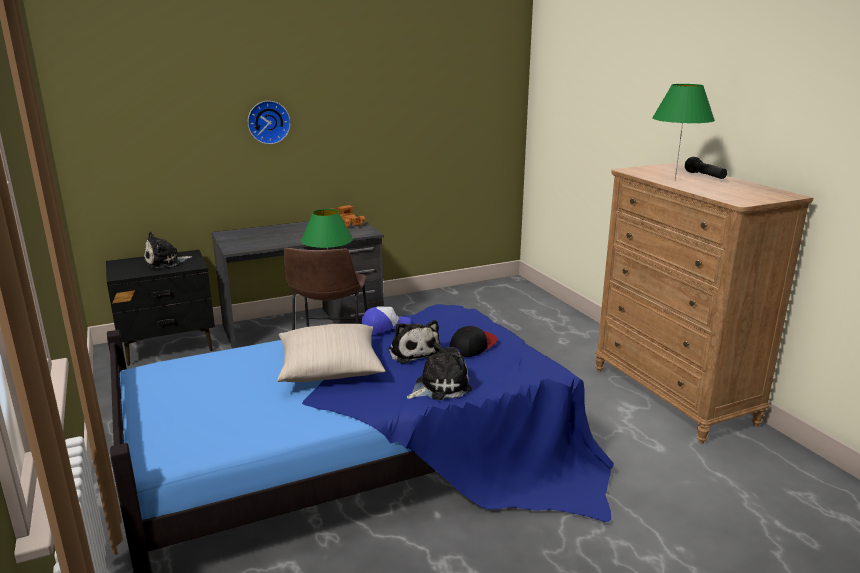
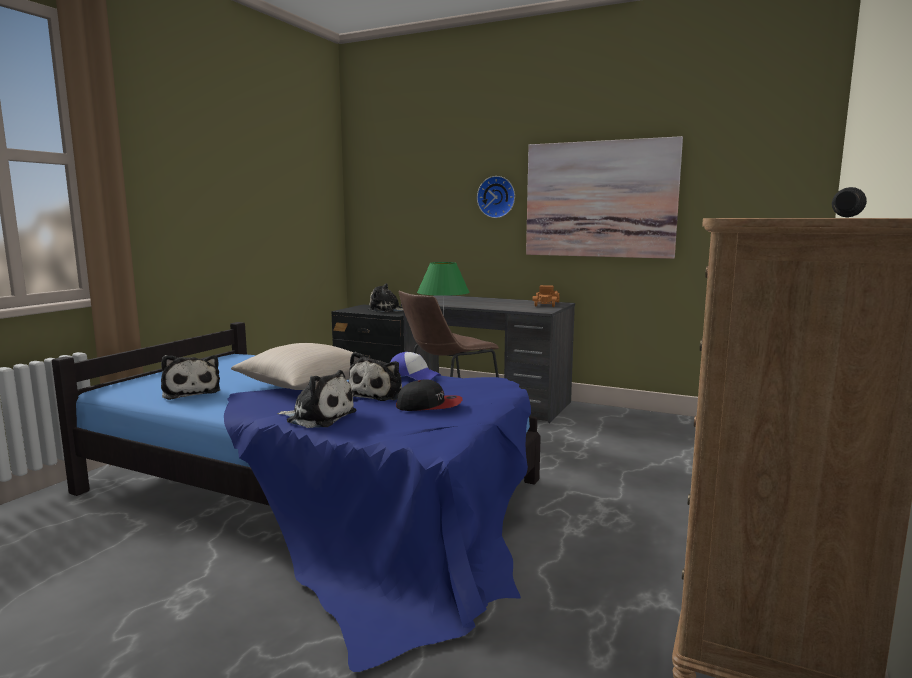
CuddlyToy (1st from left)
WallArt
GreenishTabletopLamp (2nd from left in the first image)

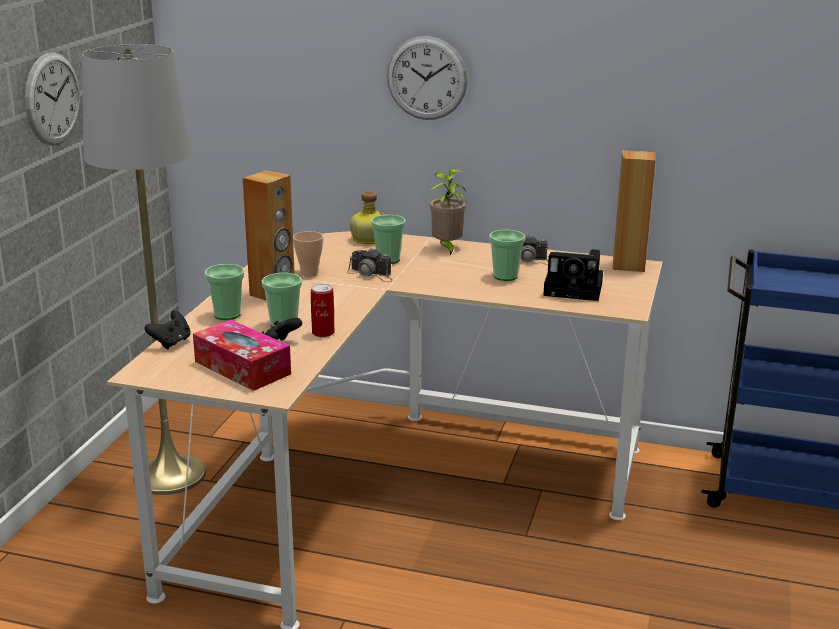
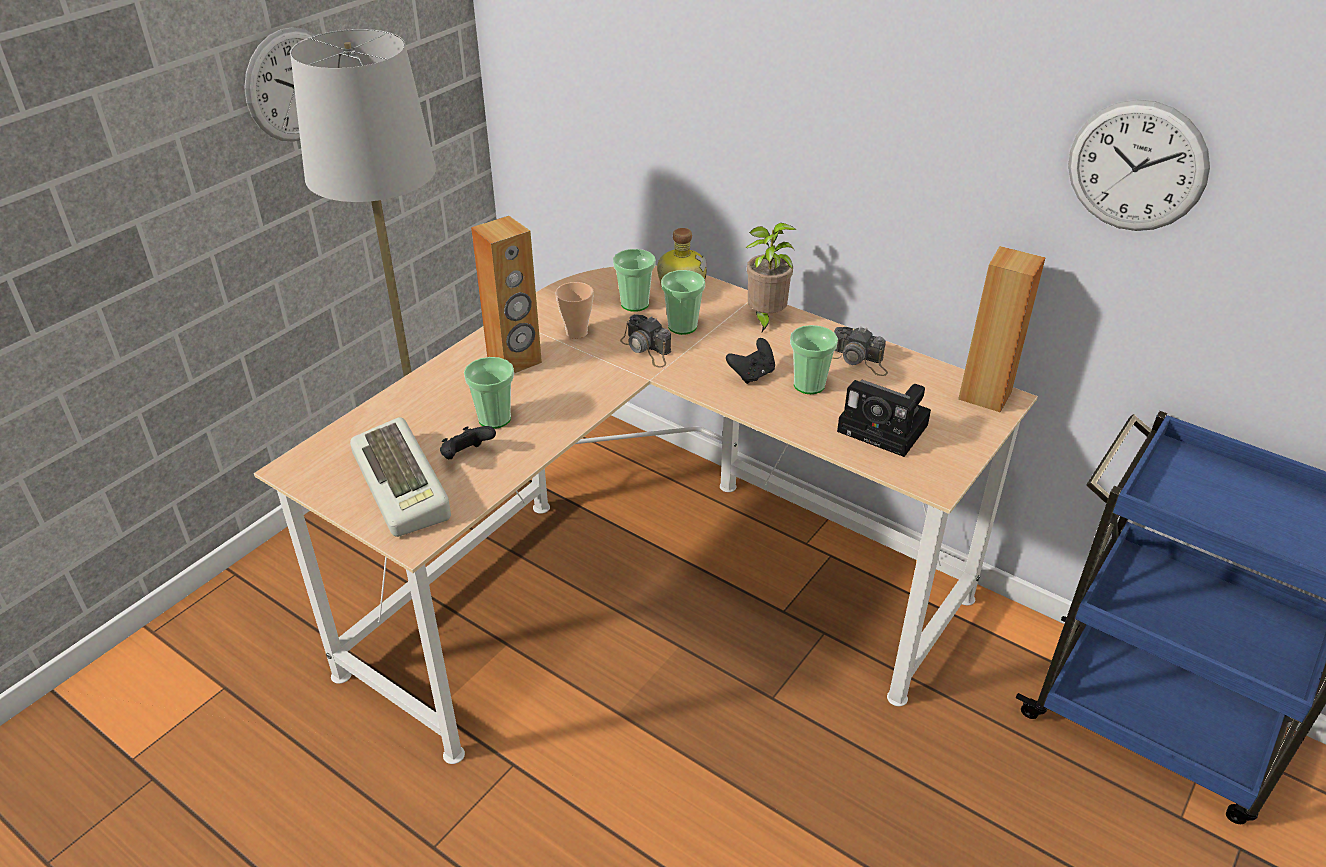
PcKeyboard
SmallCup (3rd from left)
BlackColouredJoypad (2nd from left)
ClockOnTheWall (2nd from left)
SealedCan

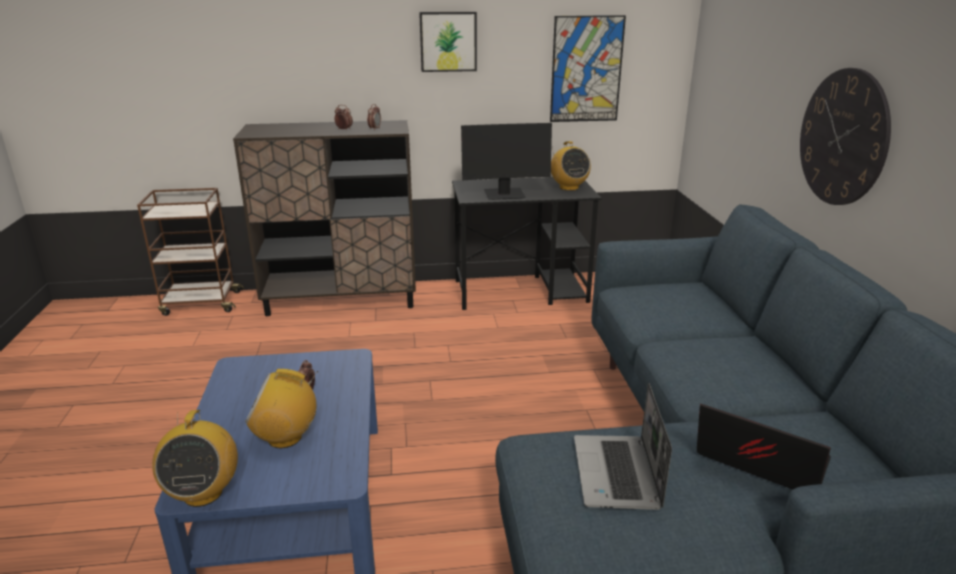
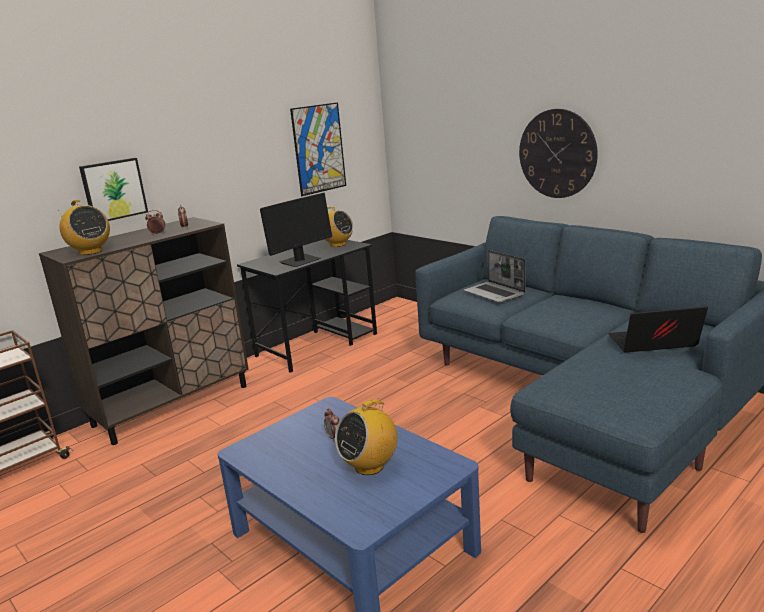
RadioSet (1st from left)
WallArt (1st from left)
NotebookComputer (1st from left)

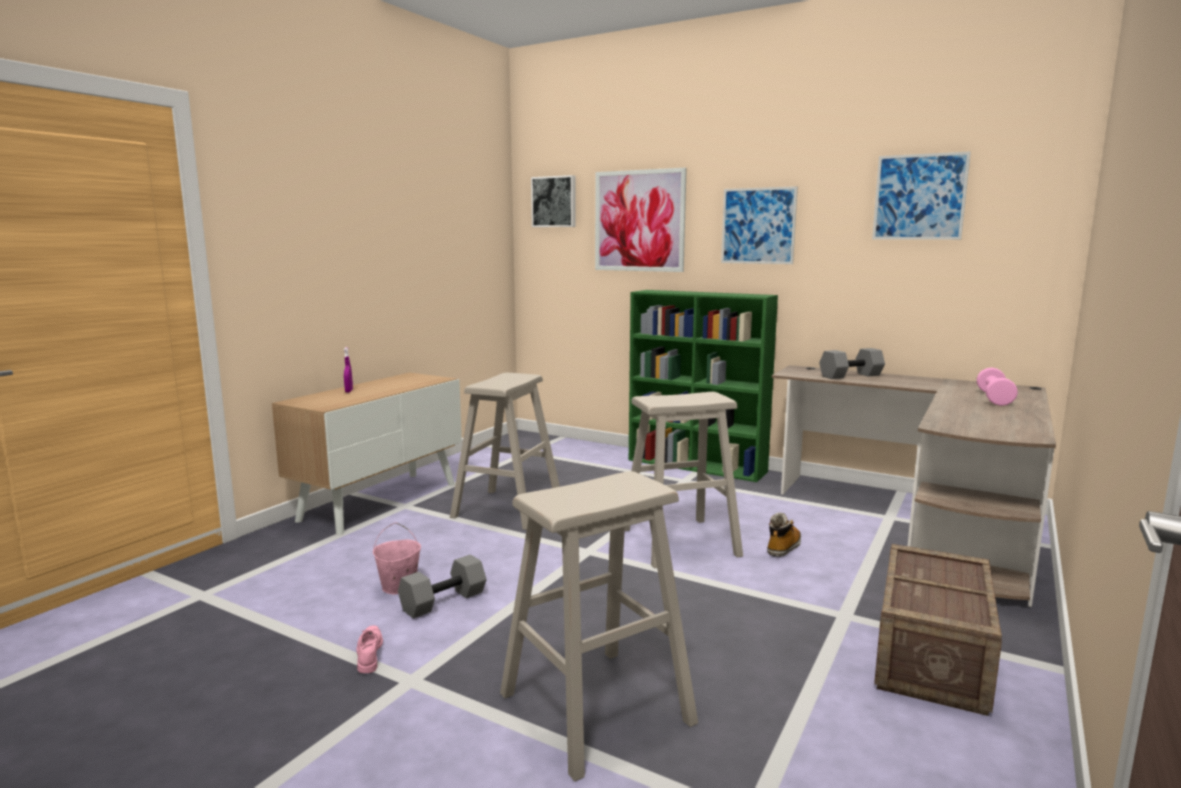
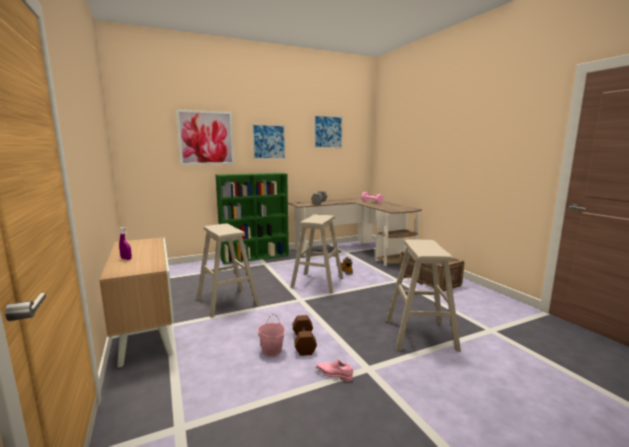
BrownishFreeWeight
WallArt (1st from left in the first image)

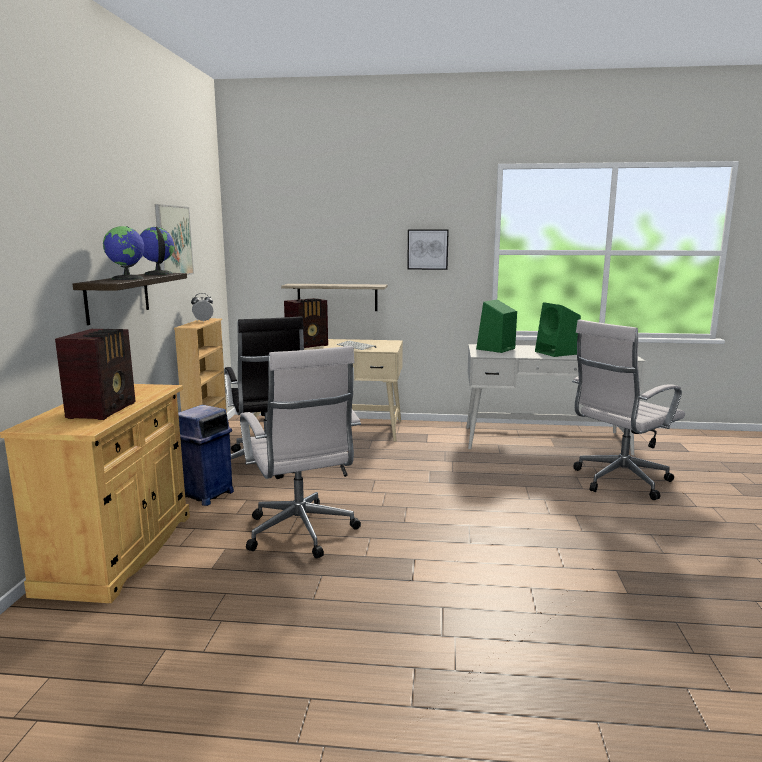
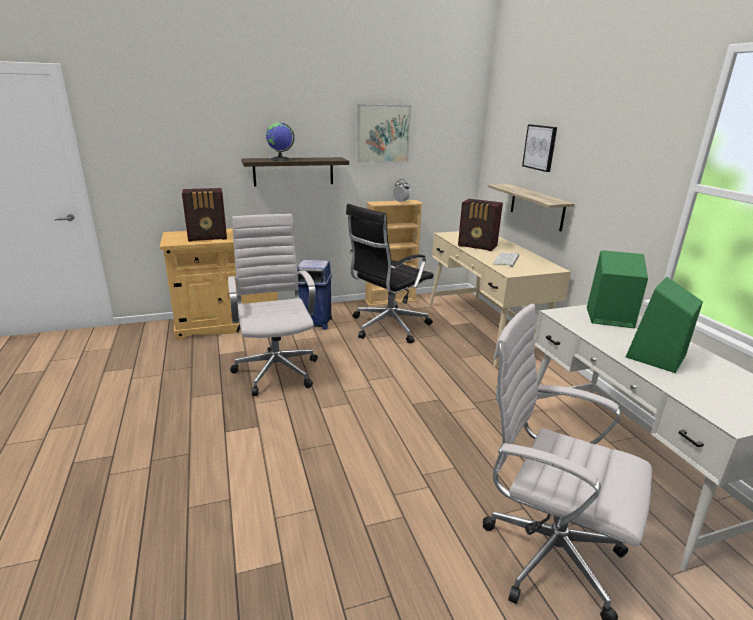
WhitishOfficeChair (1st from left)
WallArt (2nd from left)
DeskGlobe (2nd from left in the first image)

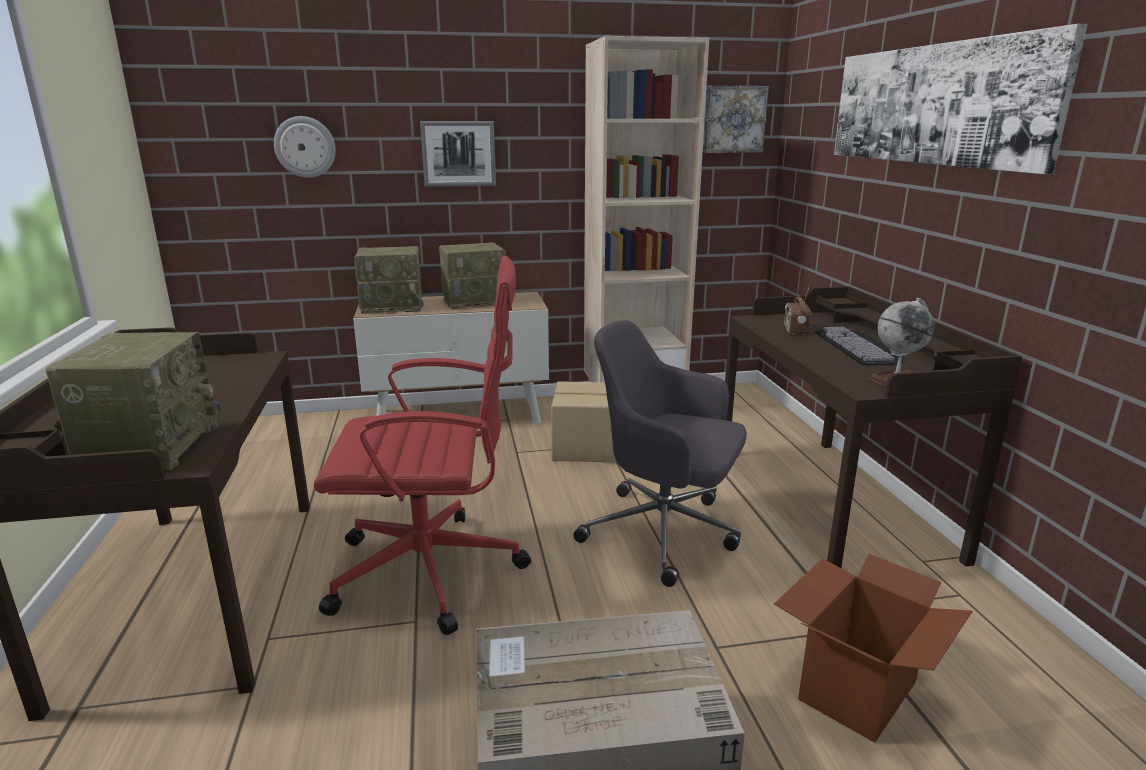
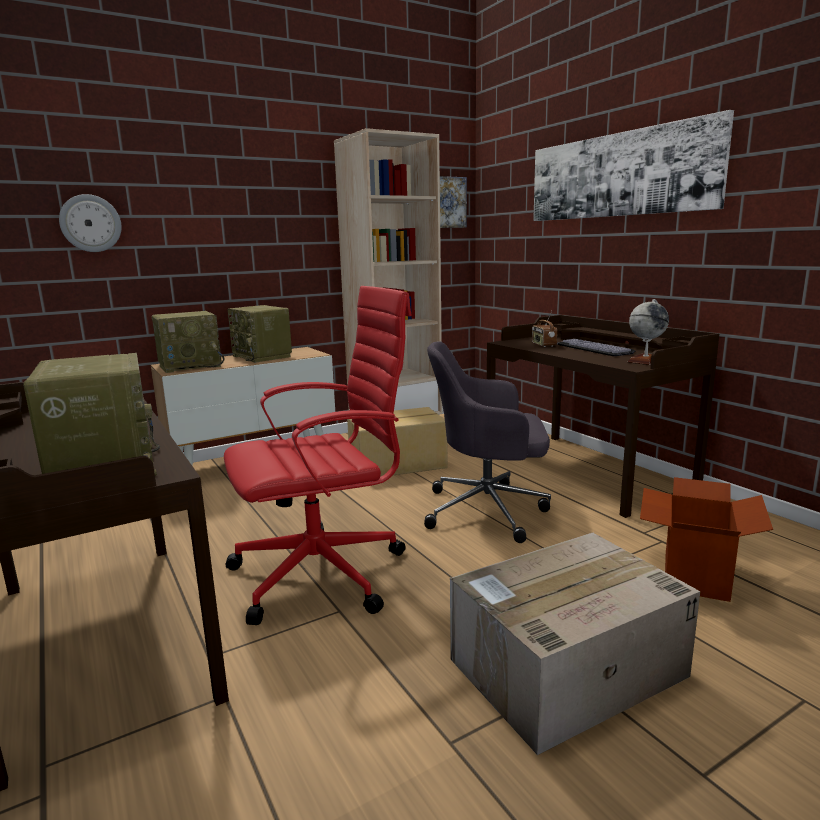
RadioSet (3rd from left)
WallArt (1st from left in the first image)

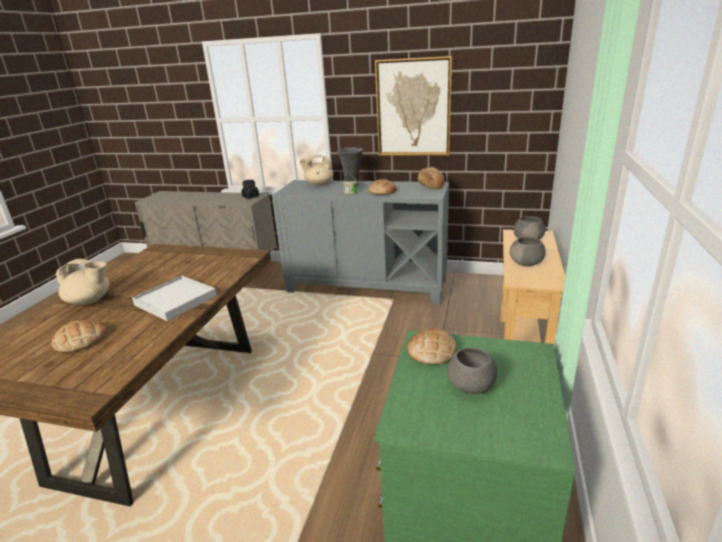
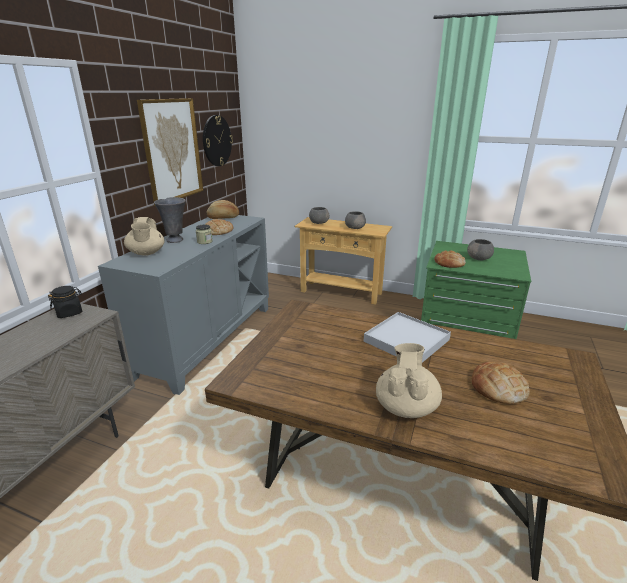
ClockOnTheWall

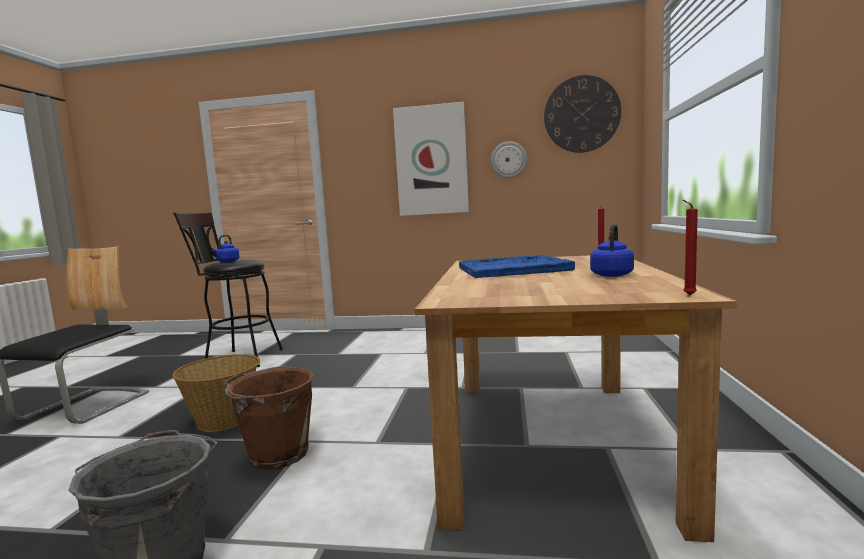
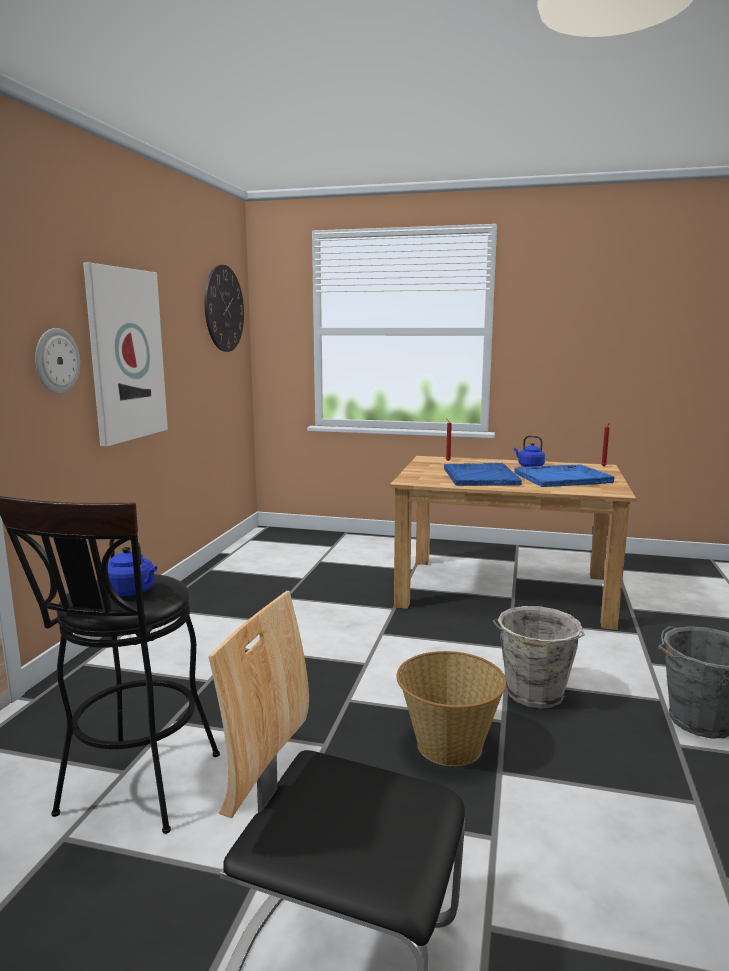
ClockOnTheWall (1st from left)
GrayWaterBucket (1st from left)
BlueTray (2nd from left)

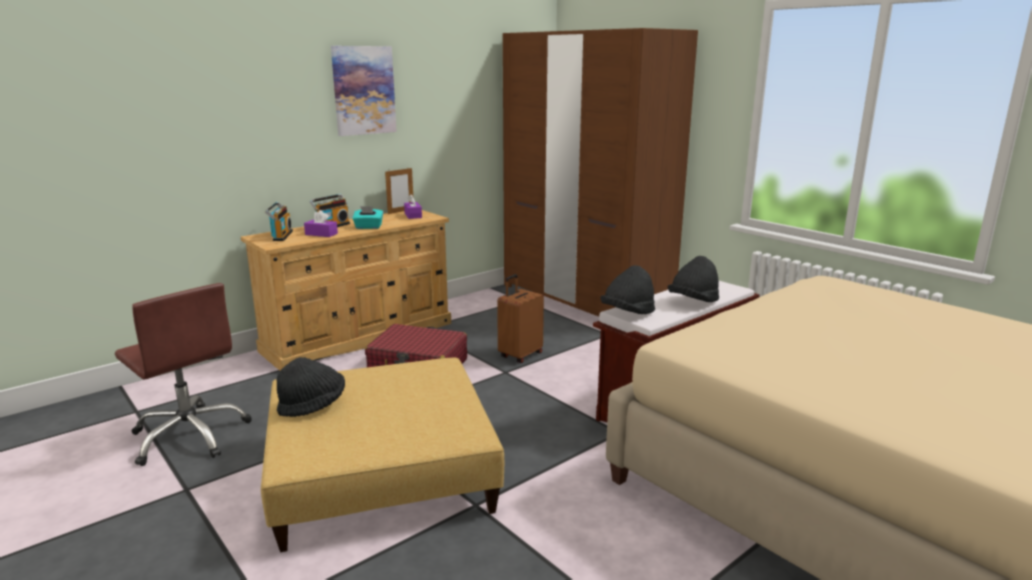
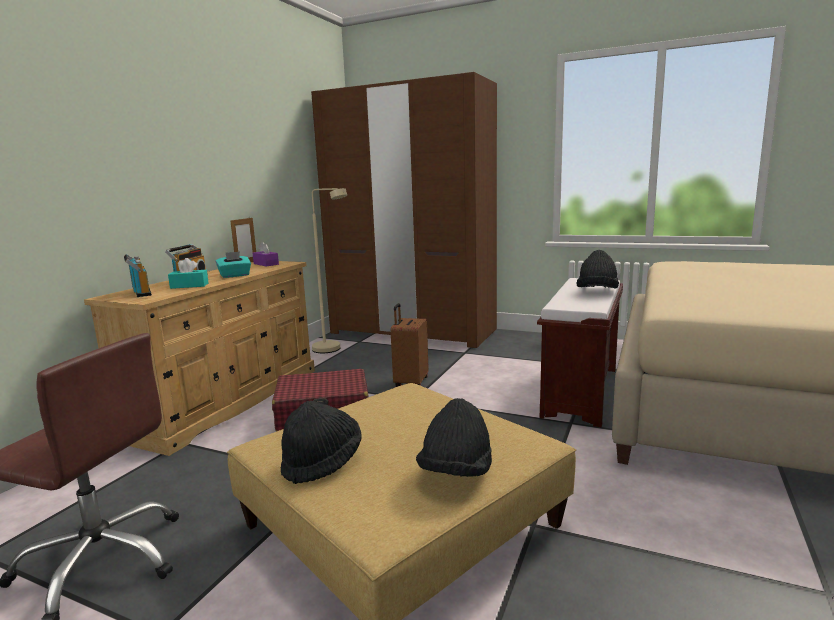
TurquoiseColouredTissueBox (1st from left)
BeigeColouredStandardLamp
BlackColouredHat (2nd from left)
WallArt

